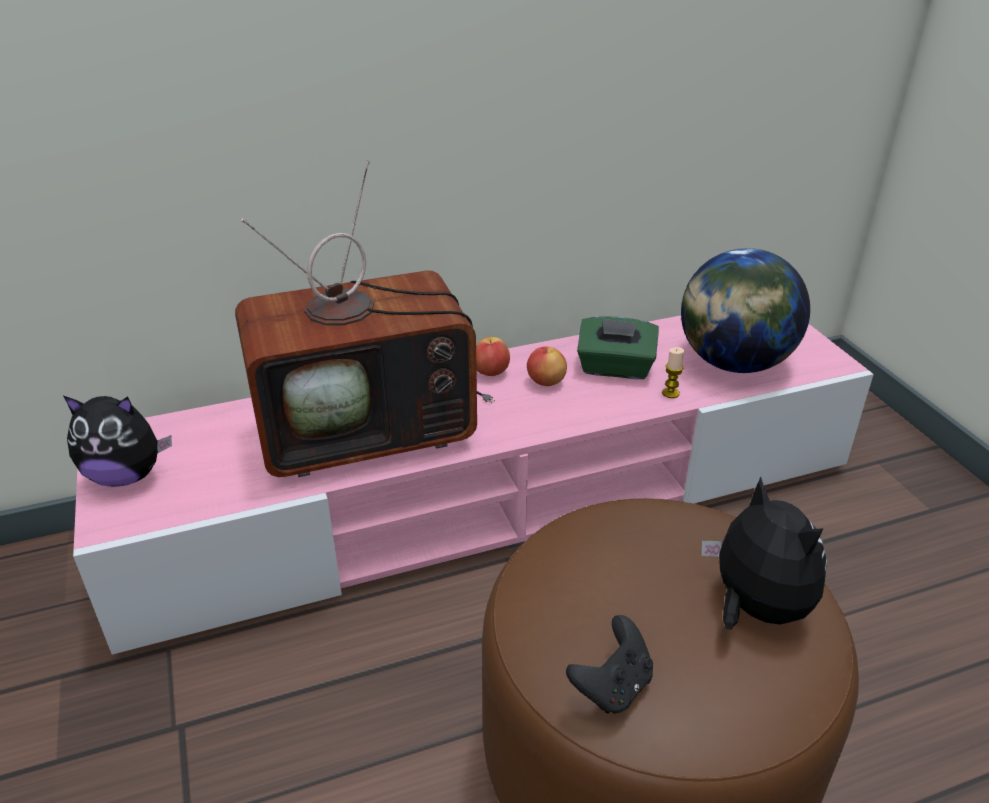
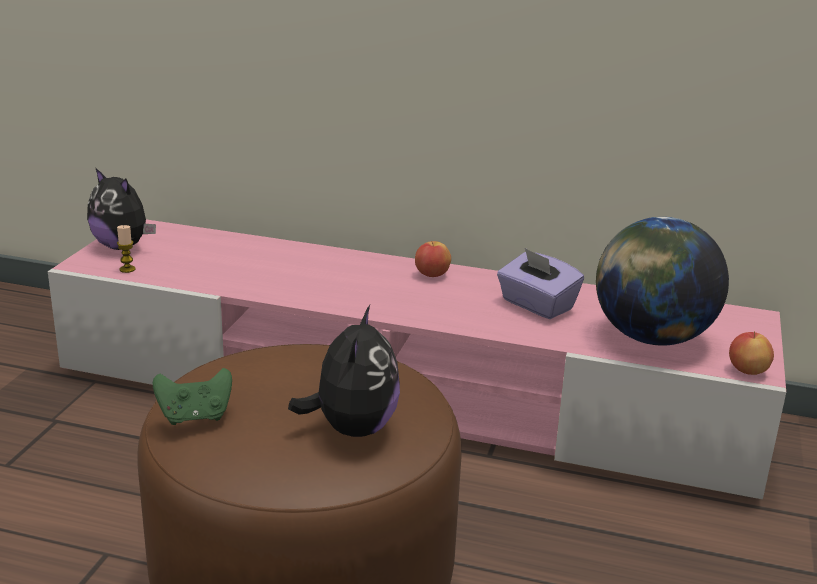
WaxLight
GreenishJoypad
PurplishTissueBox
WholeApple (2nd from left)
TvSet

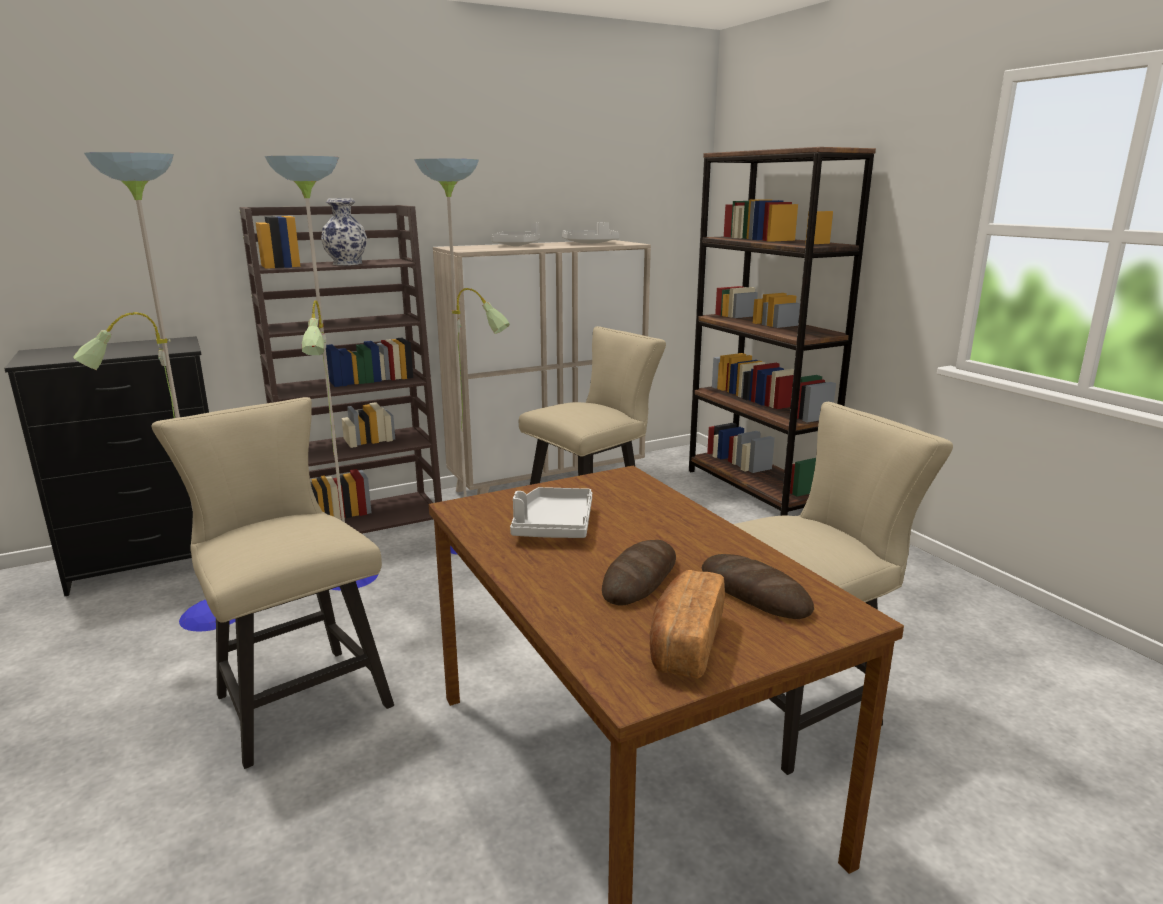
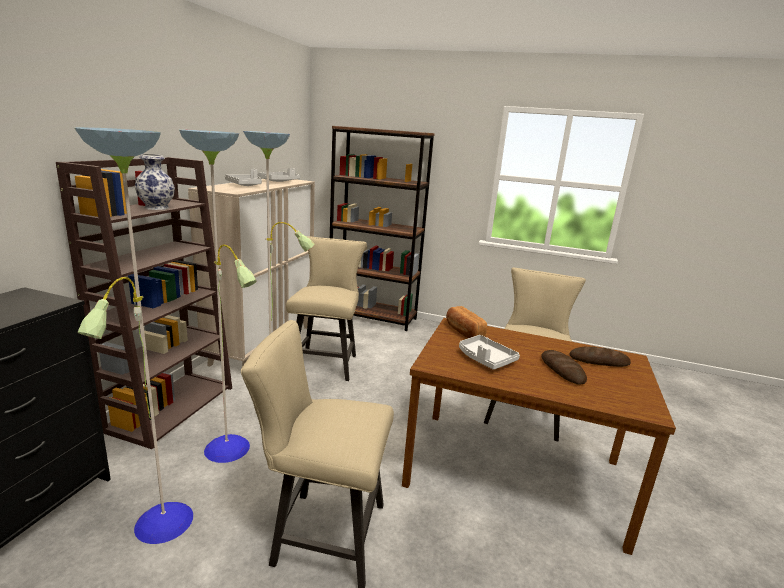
Bread (1st from left)

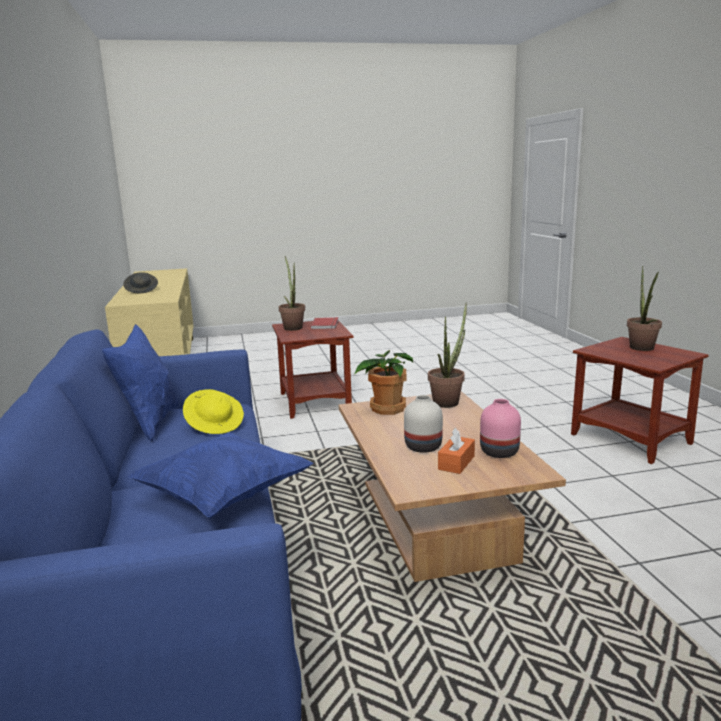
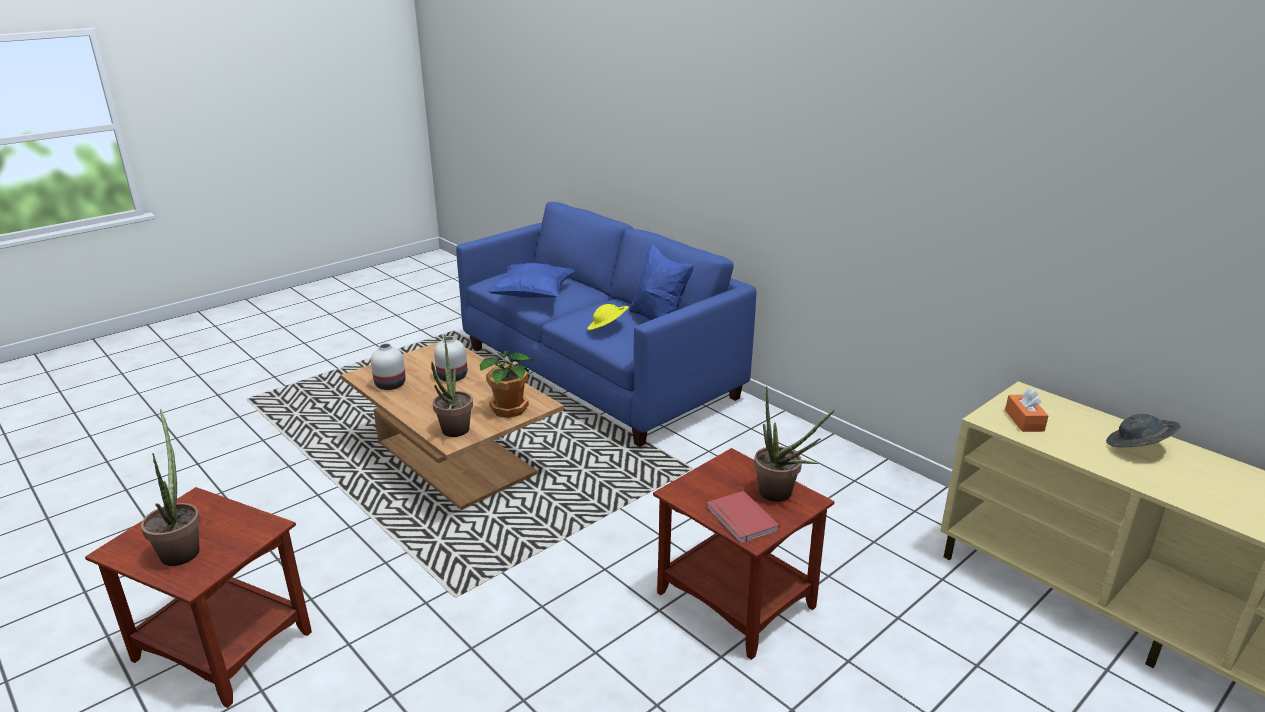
WhitishFlowerVase (1st from left)
OrangeColouredTissueBox

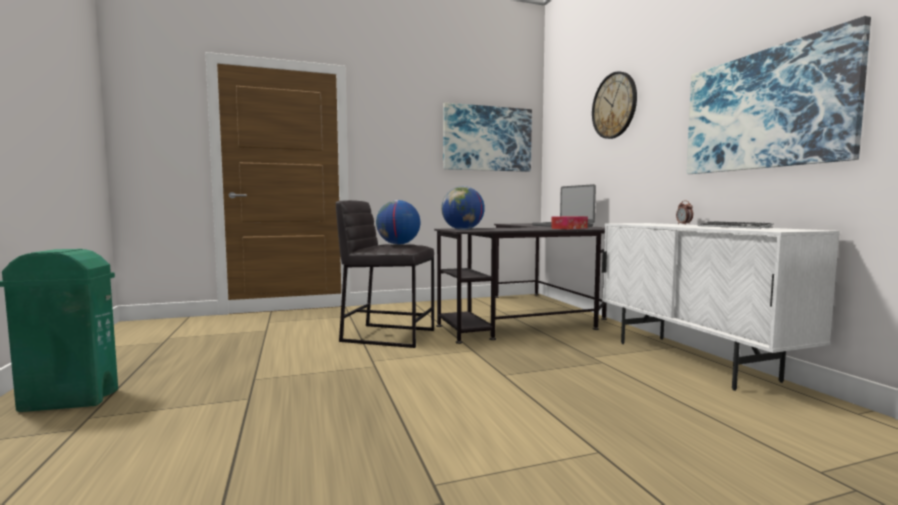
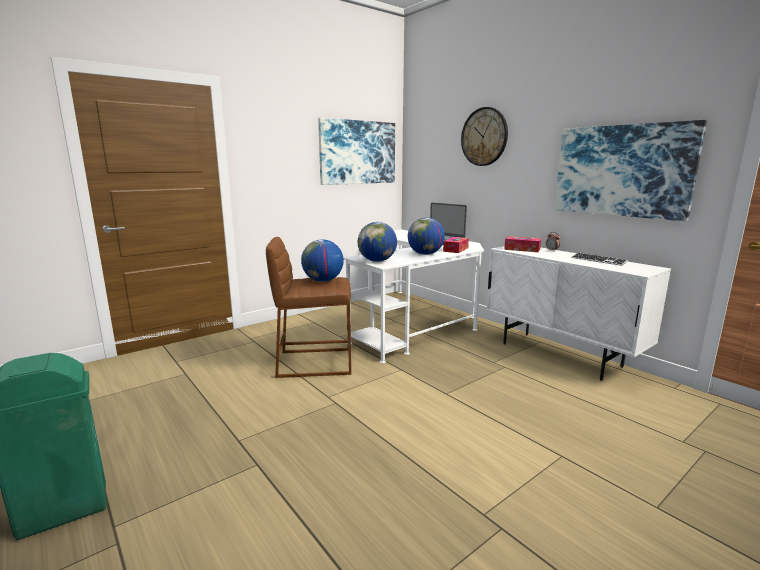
BrownishSittingStool
WhitishDesk
DeskGlobe (3rd from left)
TissueBox (2nd from left)

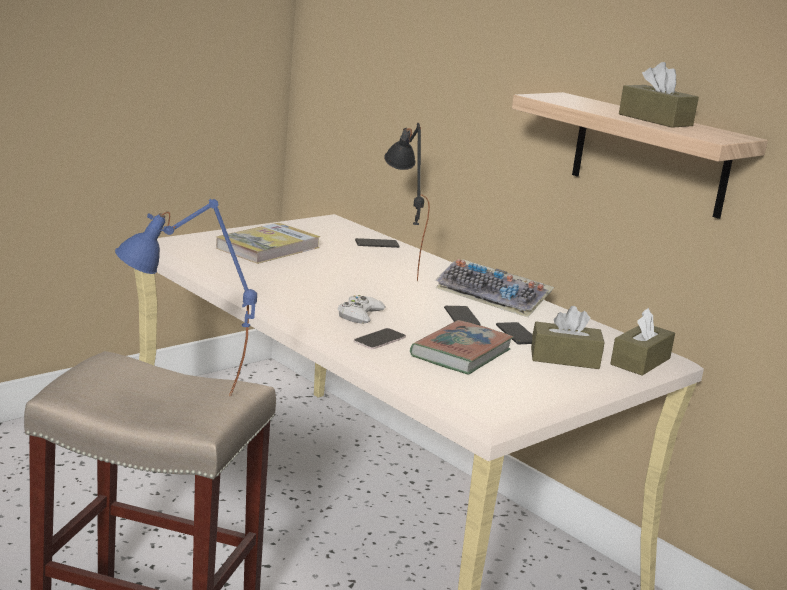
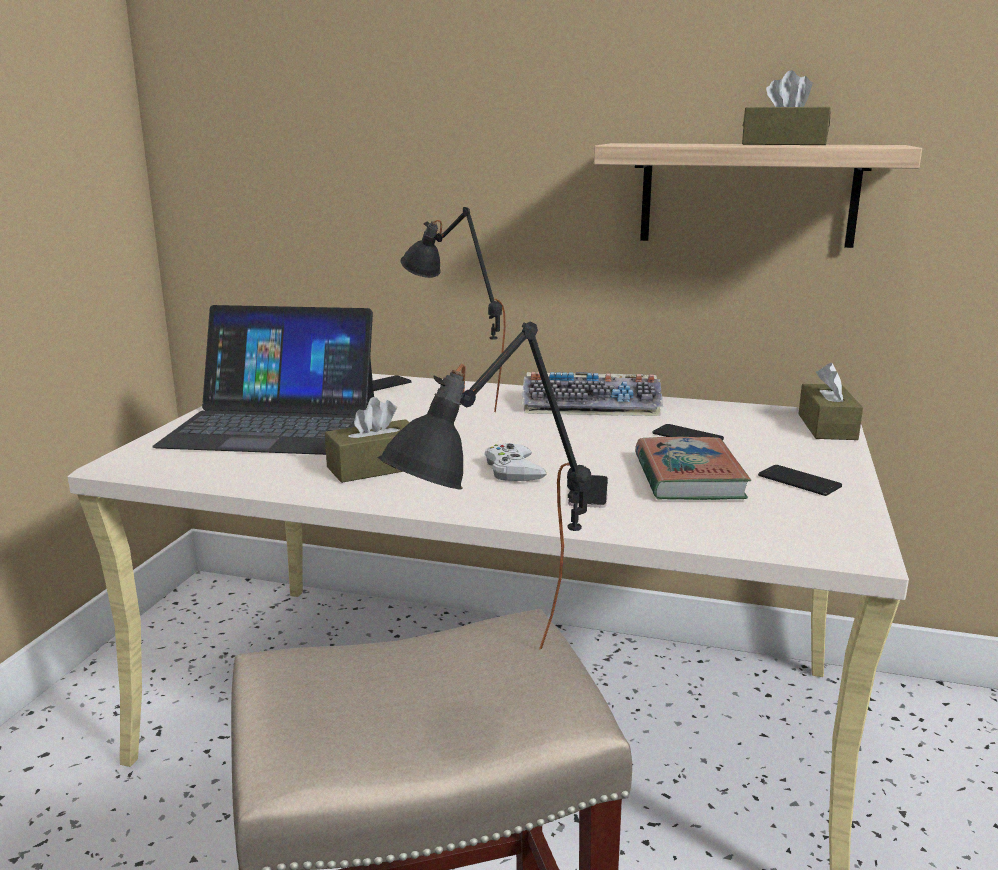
NotebookComputer
BrownishTissueBox (1st from left)
BlackColouredTabletopLamp (2nd from left)
Phone (4th from left)

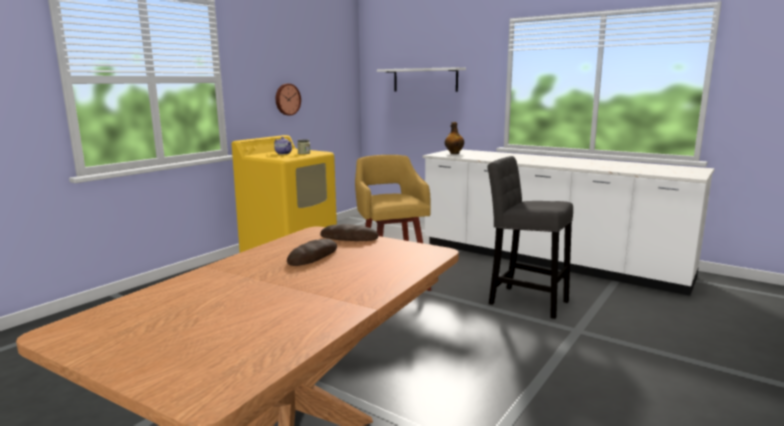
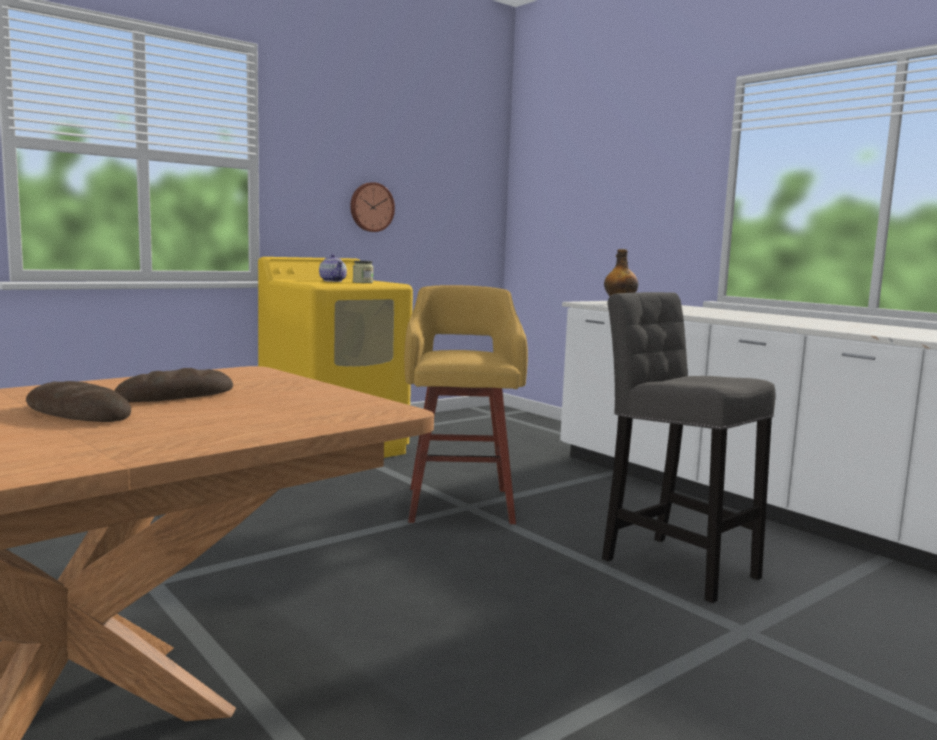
Bread (1st from left)
WhitishBracketShelf

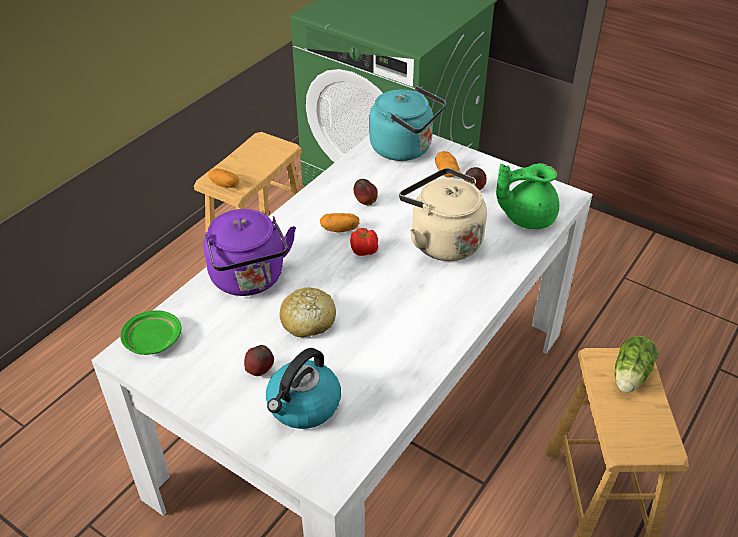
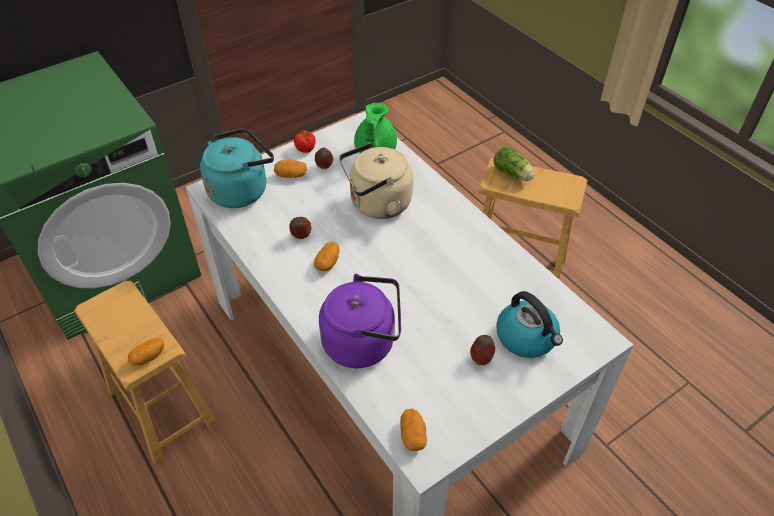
WholeTomato
Spud (4th from left)
Bread

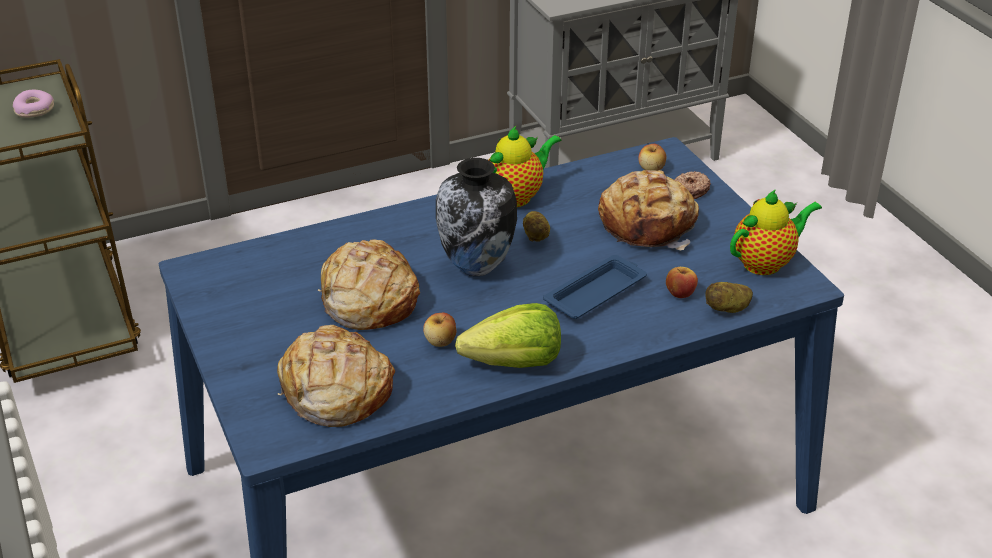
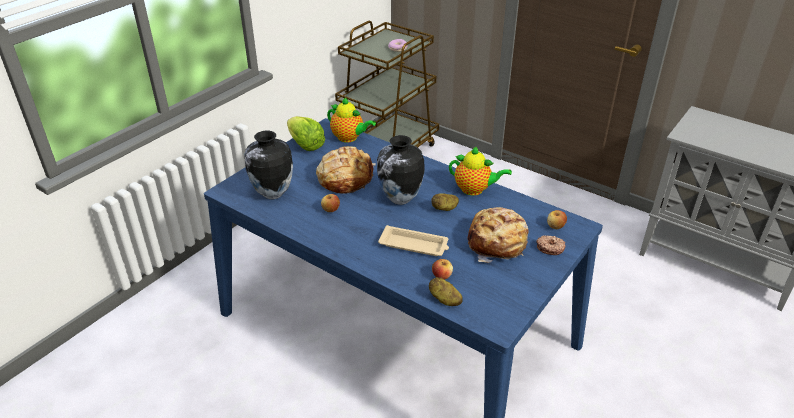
FlowerVase (1st from left)
LettuceHead
Teapot (1st from left)
BeigeColouredTray

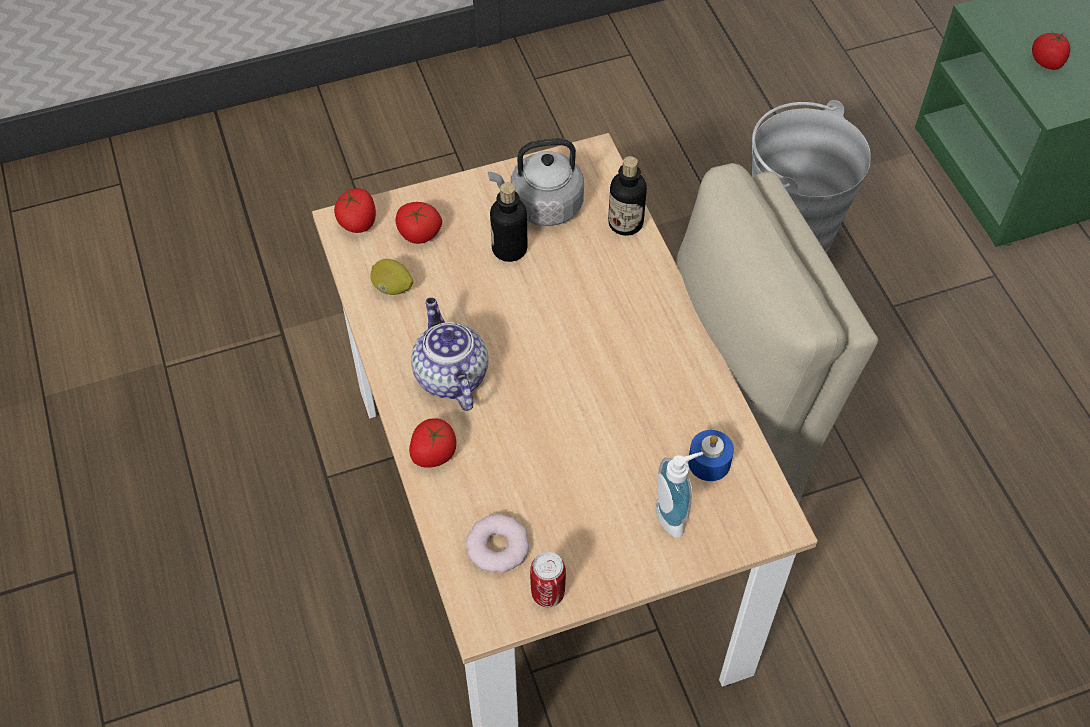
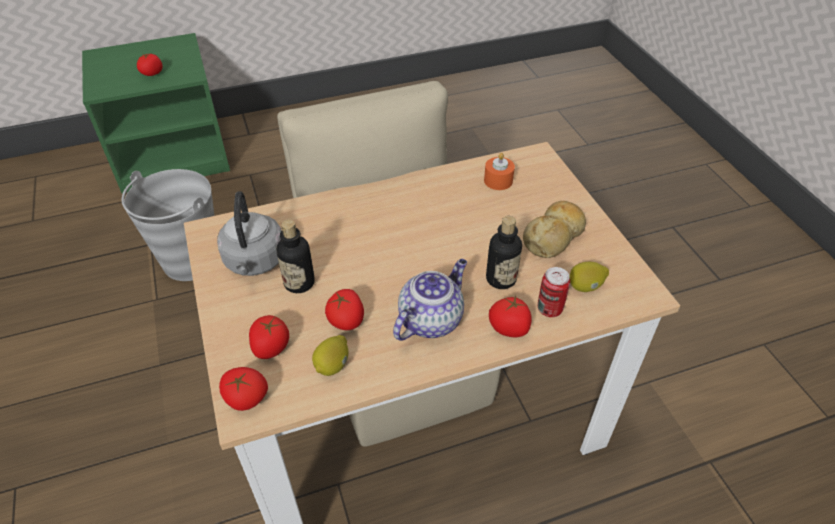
WholeTomato (4th from left)
Teapot
OrangeColouredWaxLight
BeverageBottle (2nd from left)
Bread
SealedCan
WholeLemon (2nd from left)
LiquidSoapBottle

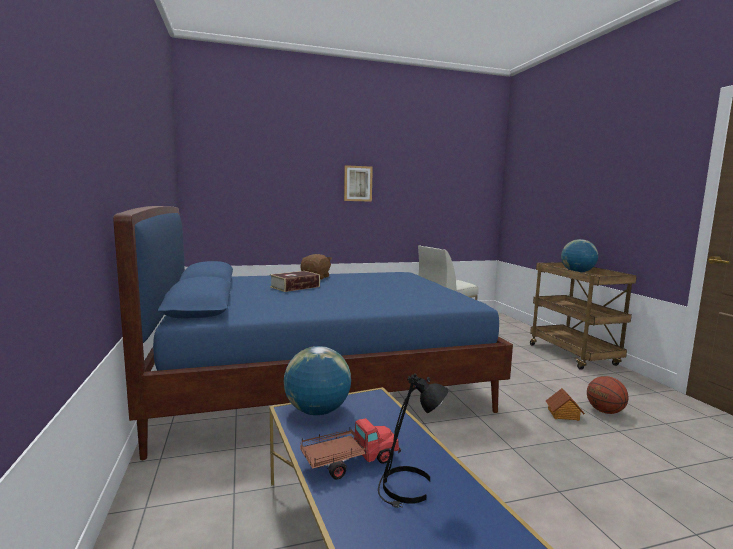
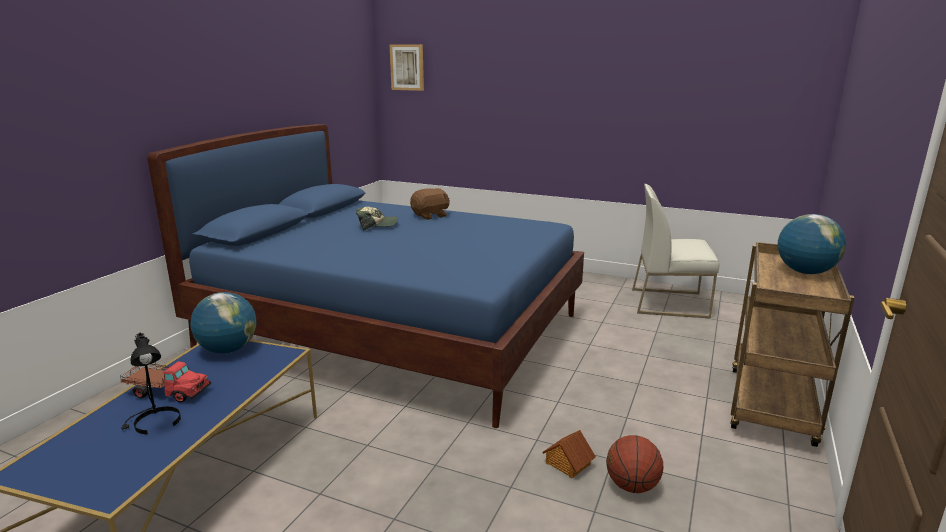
Cap
WallArt

